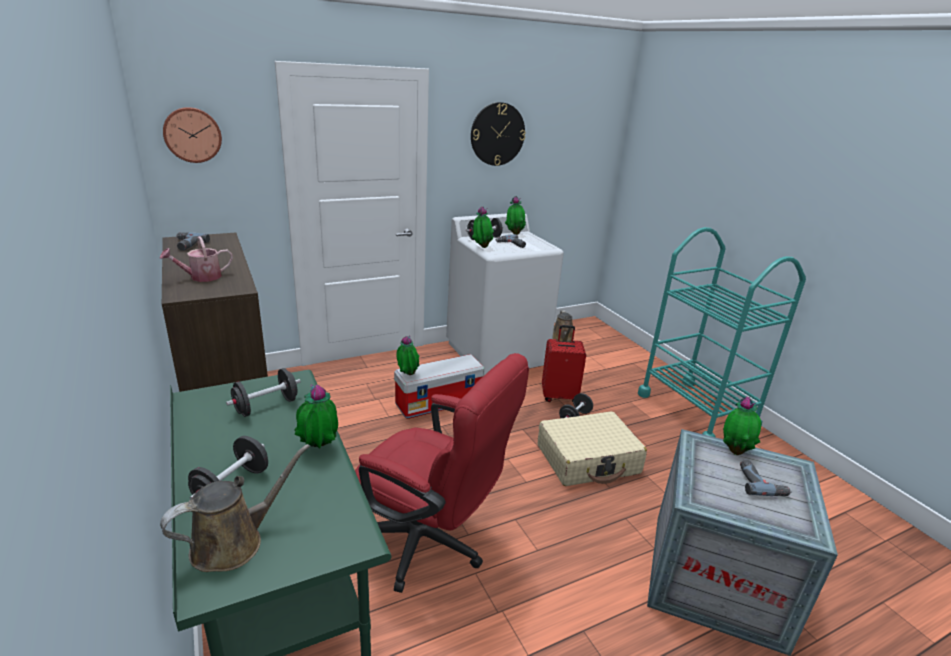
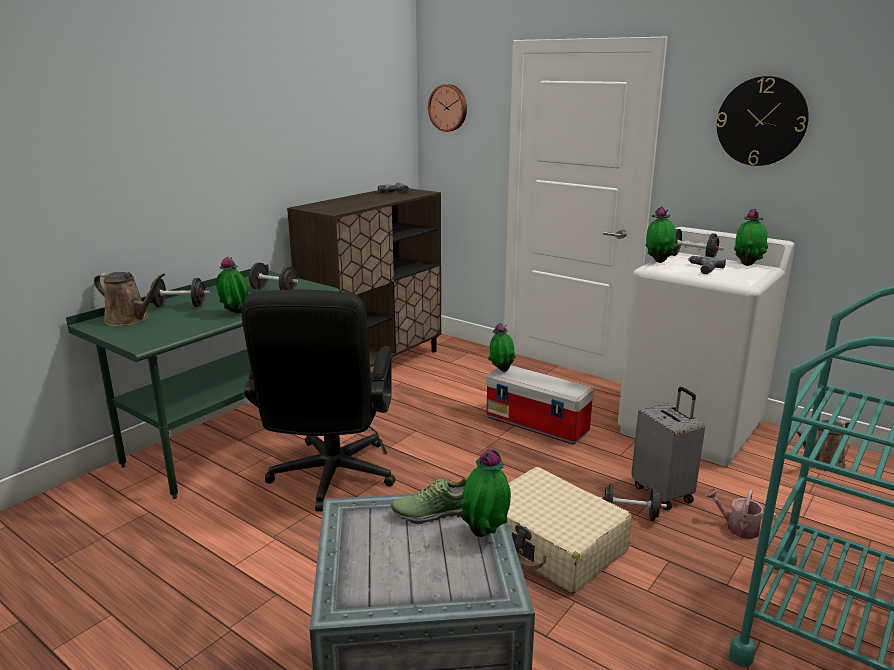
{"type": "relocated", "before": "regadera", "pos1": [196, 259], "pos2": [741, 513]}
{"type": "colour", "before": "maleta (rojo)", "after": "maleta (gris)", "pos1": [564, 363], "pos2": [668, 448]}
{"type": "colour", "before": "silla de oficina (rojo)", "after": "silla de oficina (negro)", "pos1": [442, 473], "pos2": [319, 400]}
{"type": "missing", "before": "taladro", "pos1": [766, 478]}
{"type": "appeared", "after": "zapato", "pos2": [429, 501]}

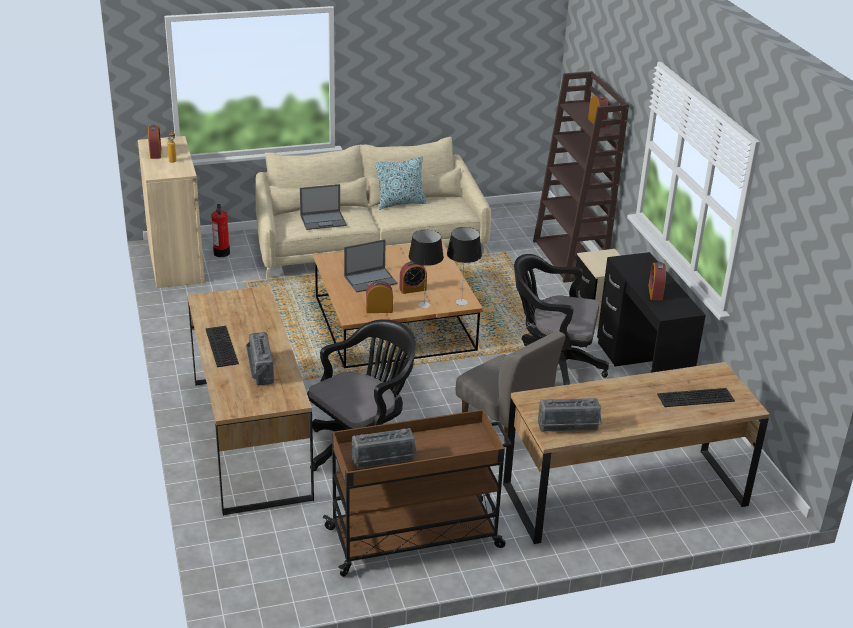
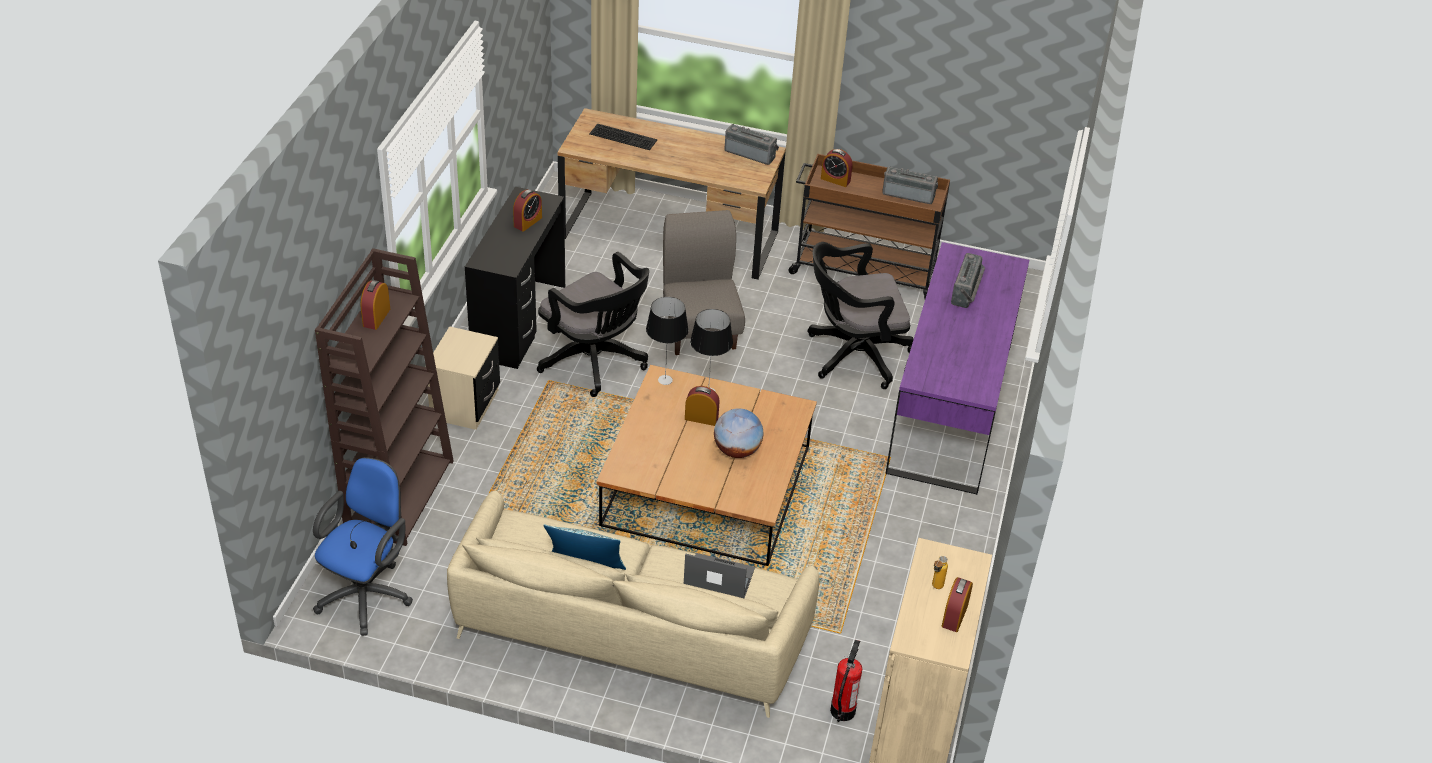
{"type": "exchanged", "before": "portátil", "after": "globo terráqueo", "pos1": [371, 266], "pos2": [738, 433]}
{"type": "relocated", "before": "despertador", "pos1": [379, 297], "pos2": [837, 168]}
{"type": "colour", "before": "escritorio (marrón)", "after": "escritorio (morado)", "pos1": [250, 400], "pos2": [957, 368]}
{"type": "missing", "before": "teclado", "pos1": [222, 346]}
{"type": "appeared", "after": "silla de oficina (azul)", "pos2": [363, 546]}

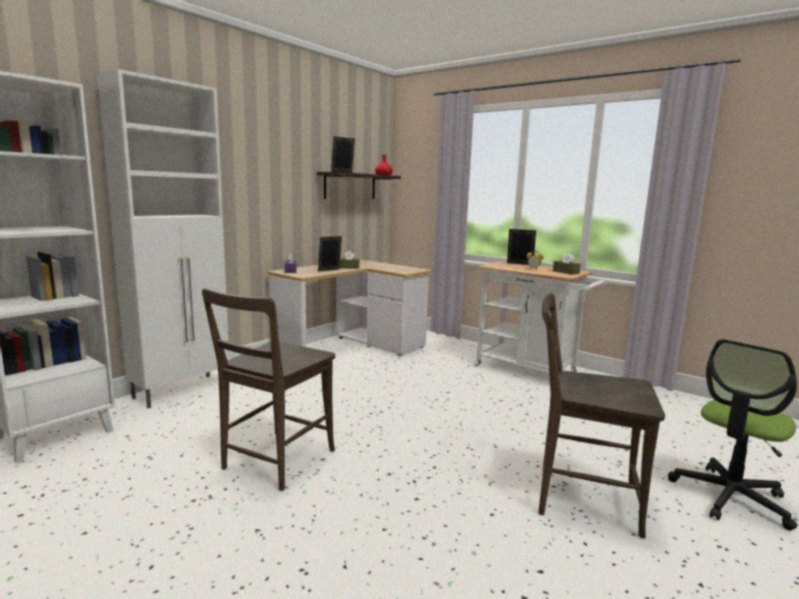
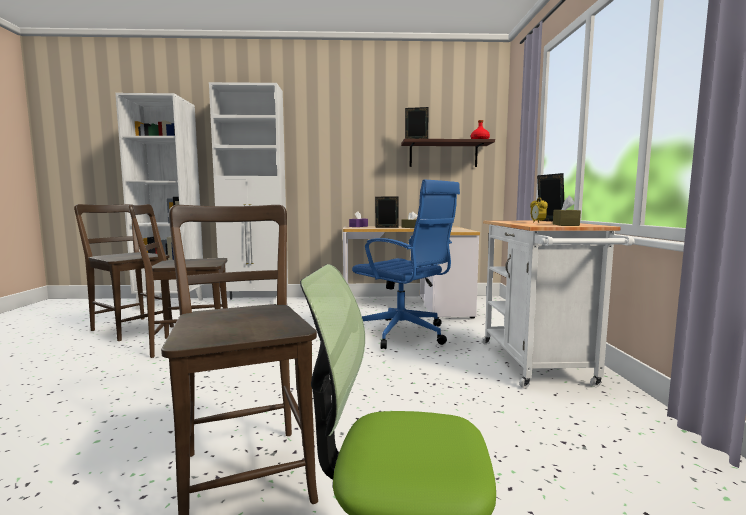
{"type": "appeared", "after": "silla de oficina (azul)", "pos2": [406, 264]}
{"type": "appeared", "after": "silla (marrón)", "pos2": [124, 272]}

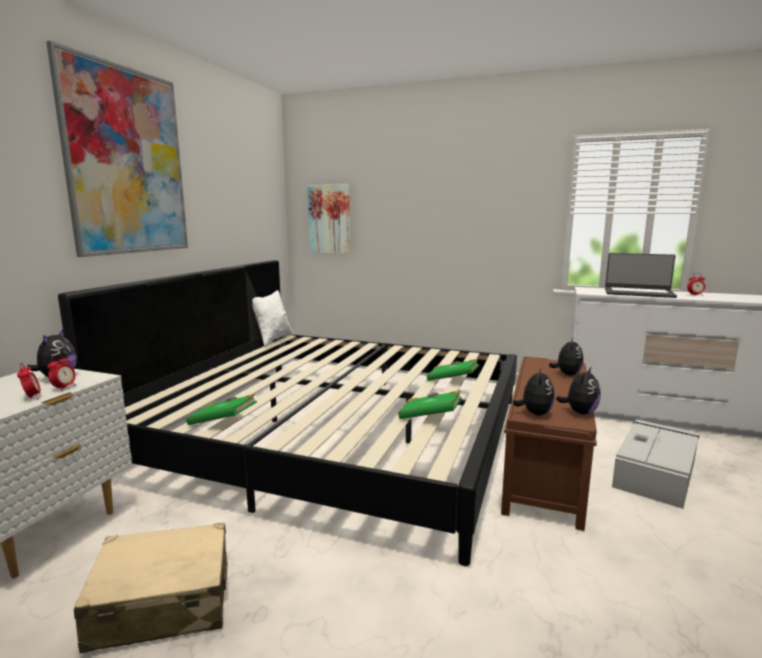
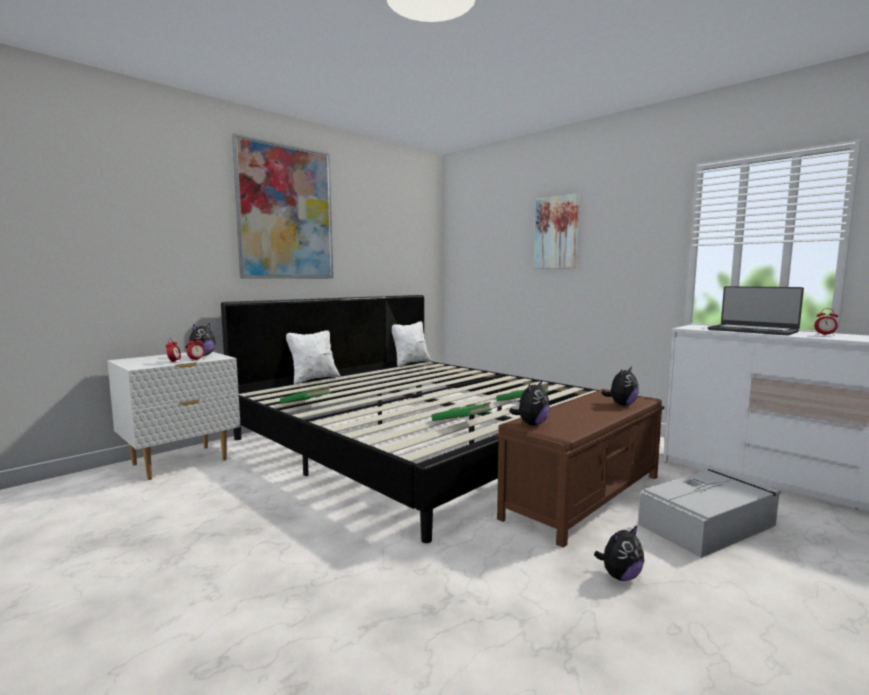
{"type": "relocated", "before": "cuadro", "pos1": [329, 219], "pos2": [557, 231]}
{"type": "relocated", "before": "peluche", "pos1": [578, 391], "pos2": [619, 553]}
{"type": "missing", "before": "maleta (beis)", "pos1": [151, 588]}
{"type": "appeared", "after": "cojín (blanco)", "pos2": [313, 357]}

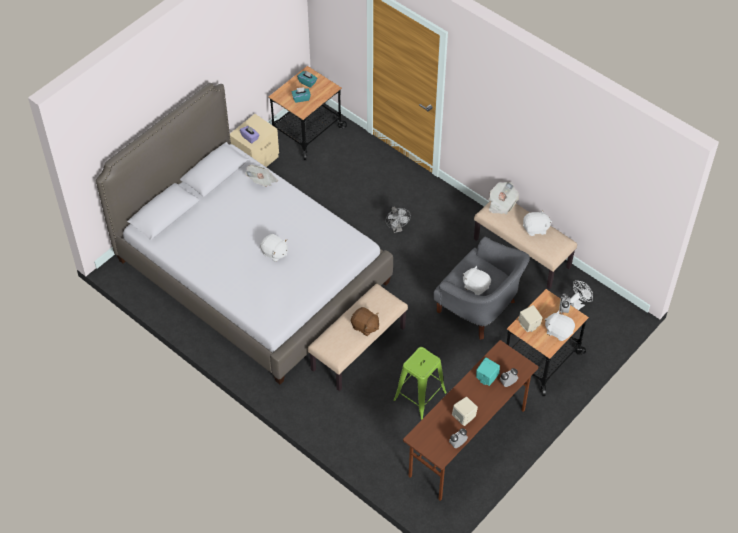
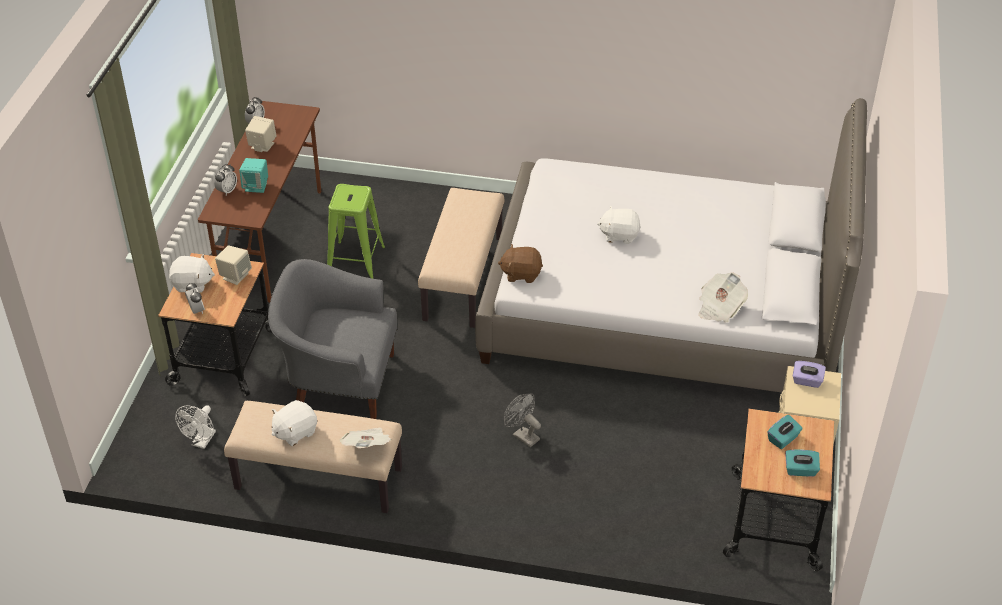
{"type": "missing", "before": "peluche (blanco)", "pos1": [477, 280]}
{"type": "relocated", "before": "peluche (marrón)", "pos1": [365, 321], "pos2": [520, 263]}

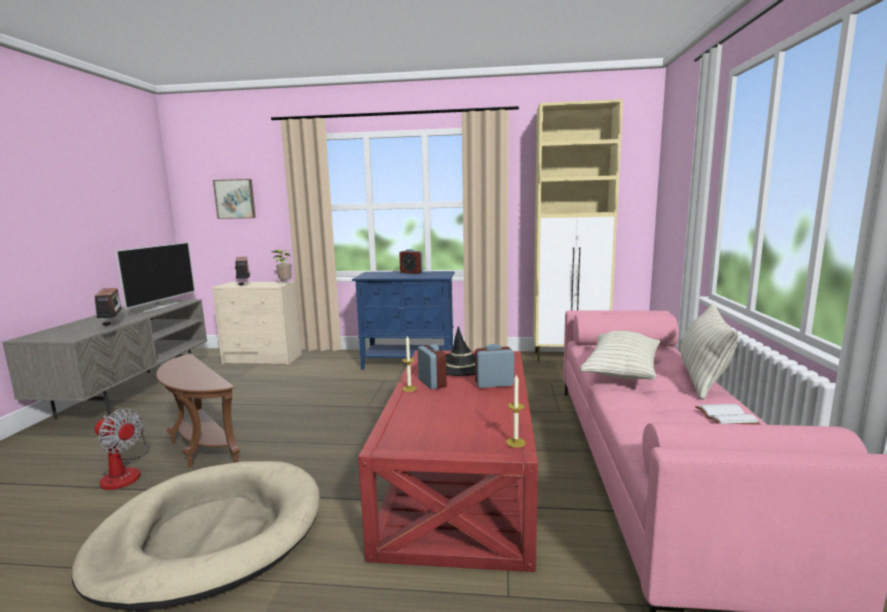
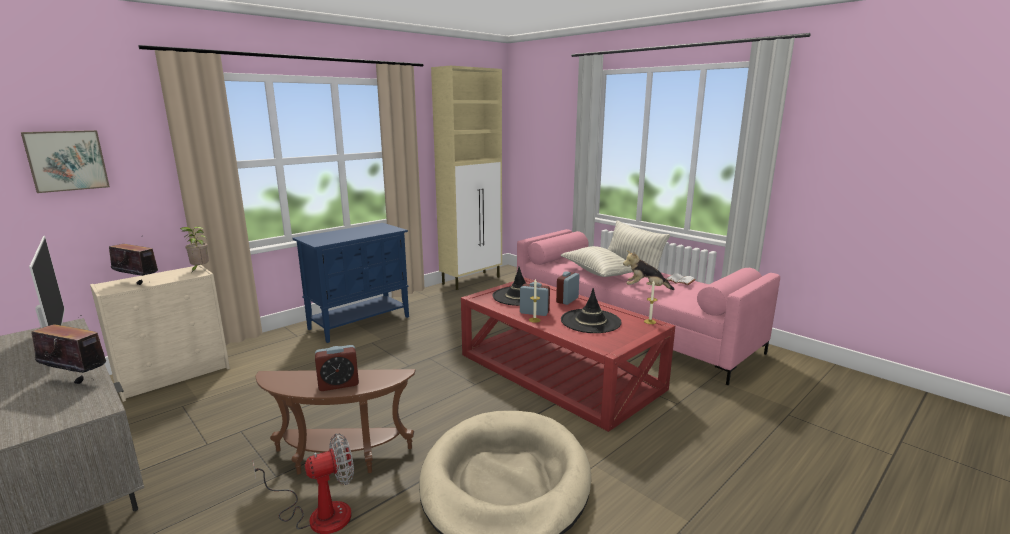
{"type": "relocated", "before": "despertador", "pos1": [411, 261], "pos2": [337, 368]}
{"type": "appeared", "after": "peluche", "pos2": [649, 270]}
{"type": "appeared", "after": "sombrero (negro)", "pos2": [591, 310]}

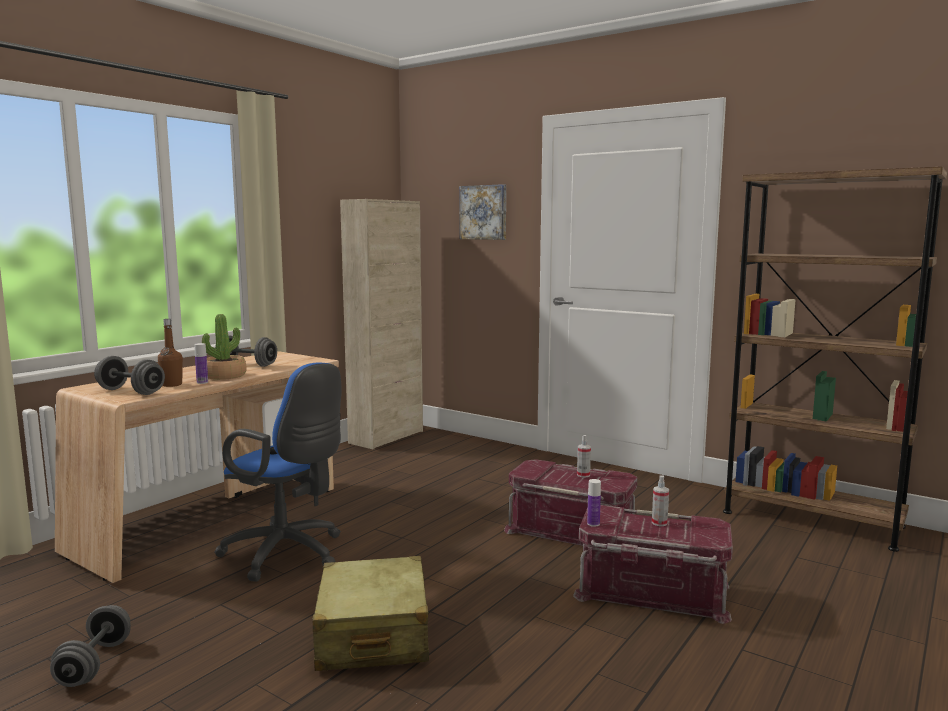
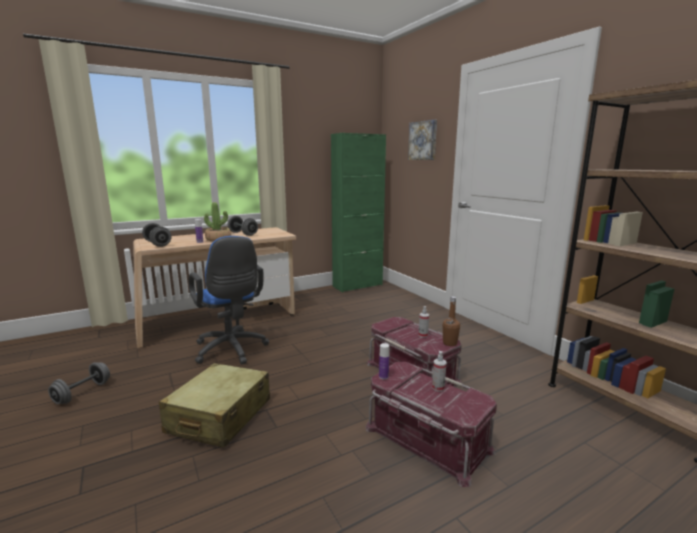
{"type": "colour", "before": "armario (beis)", "after": "armario (verde)", "pos1": [381, 324], "pos2": [358, 212]}
{"type": "relocated", "before": "botella (marrón)", "pos1": [170, 353], "pos2": [451, 321]}

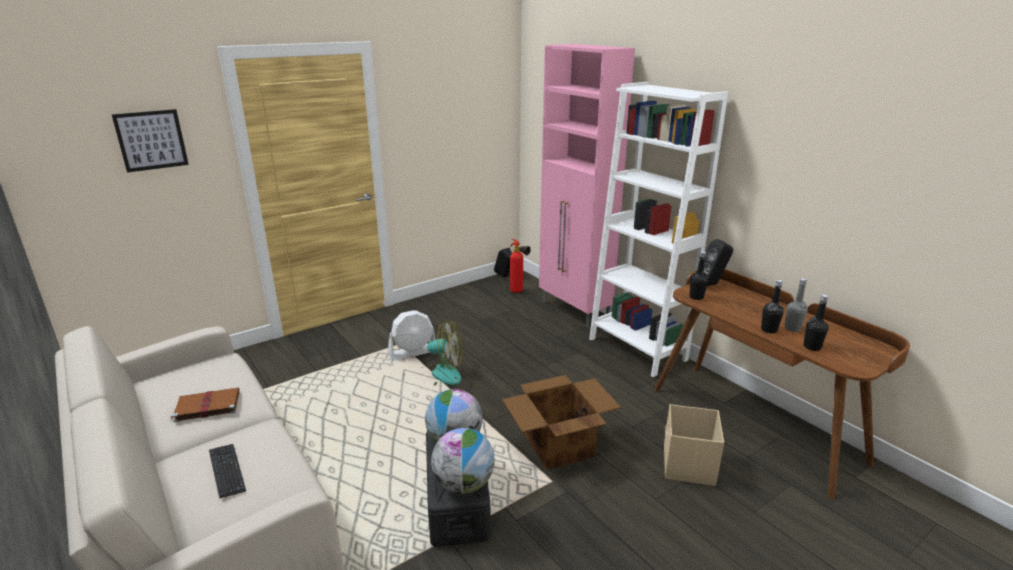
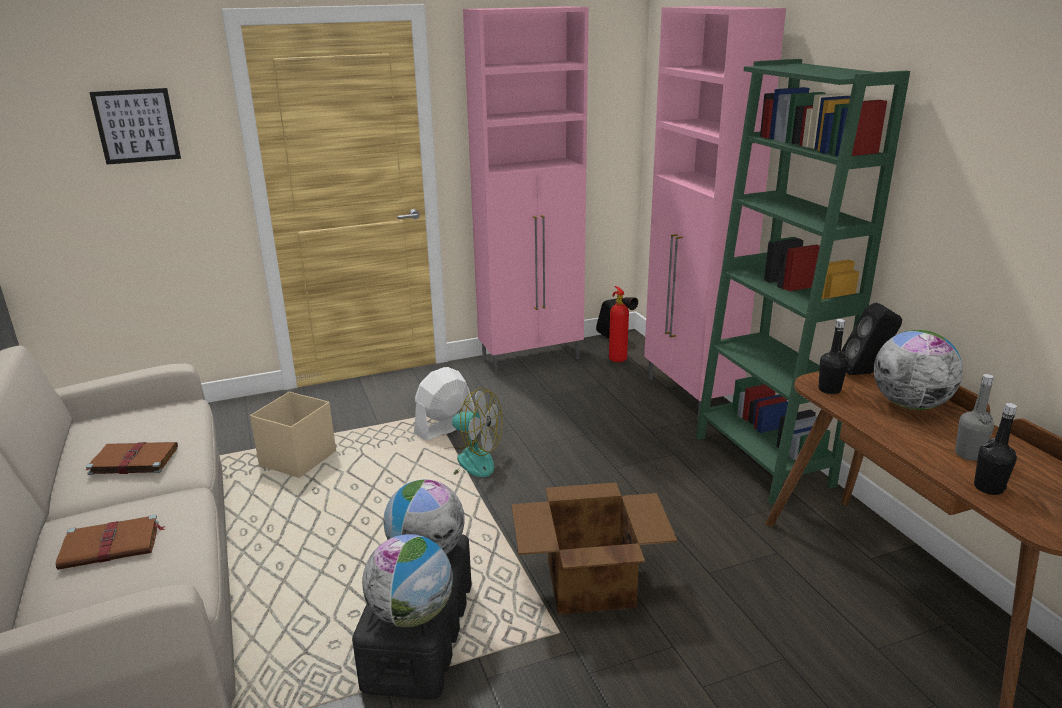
{"type": "colour", "before": "estantería (blanco)", "after": "estantería (verde)", "pos1": [658, 229], "pos2": [803, 282]}
{"type": "missing", "before": "botella (negro)", "pos1": [772, 306]}
{"type": "spun", "before": "ventilador (blanco)", "pos1": [411, 336], "pos2": [445, 404], "turn": 150}
{"type": "relocated", "before": "caja de almacenaje (beis)", "pos1": [694, 445], "pos2": [293, 435]}
{"type": "exchanged", "before": "teclado", "after": "libro (marrón)", "pos1": [227, 471], "pos2": [111, 542]}
{"type": "appeared", "after": "armario (rosa)", "pos2": [526, 190]}
{"type": "appeared", "after": "globo terráqueo", "pos2": [918, 370]}

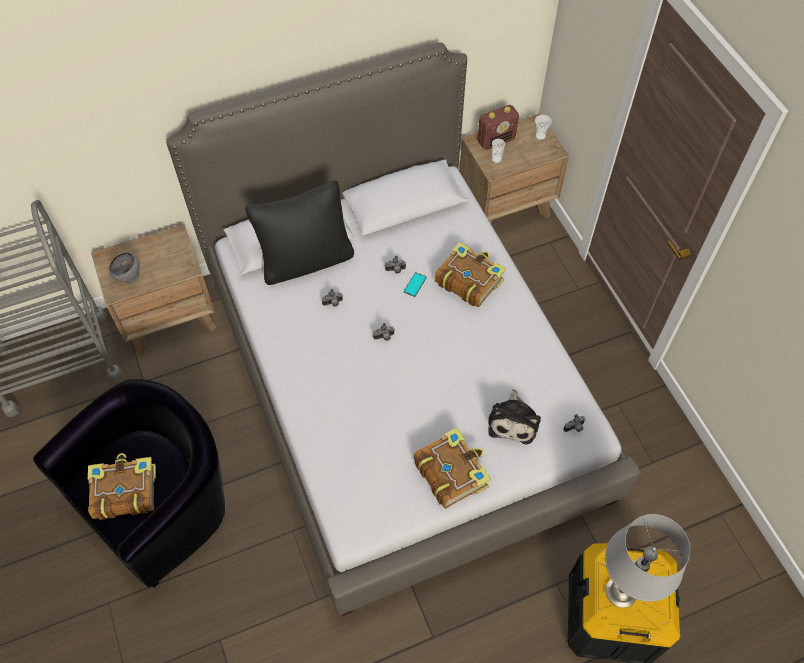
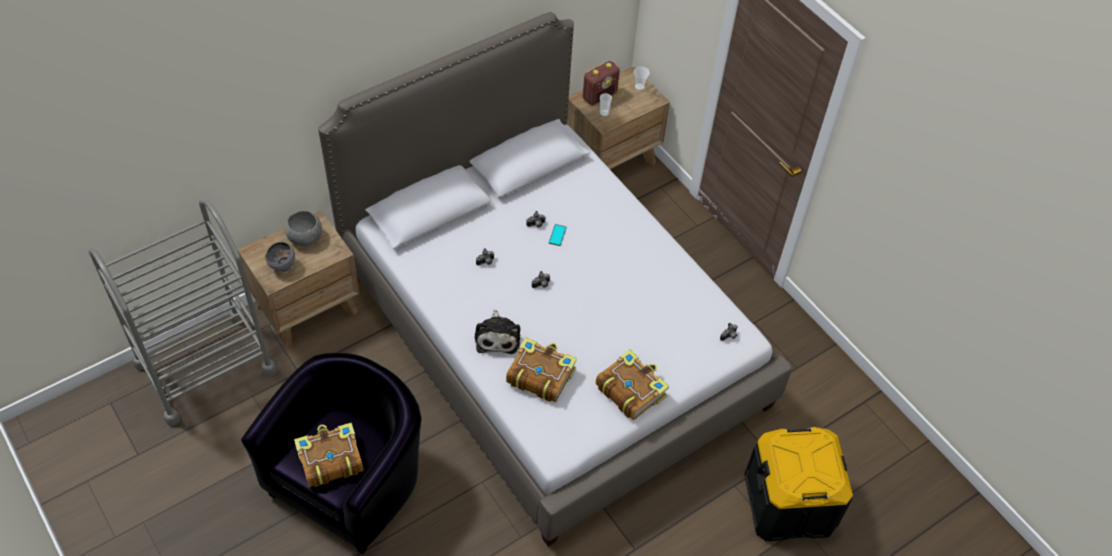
{"type": "missing", "before": "cojín (negro)", "pos1": [299, 232]}
{"type": "relocated", "before": "libro", "pos1": [470, 275], "pos2": [541, 369]}
{"type": "relocated", "before": "peluche", "pos1": [514, 416], "pos2": [497, 332]}
{"type": "missing", "before": "lámpara de mesa (gris)", "pos1": [647, 561]}
{"type": "appeared", "after": "cuenco (gris)", "pos2": [303, 228]}

